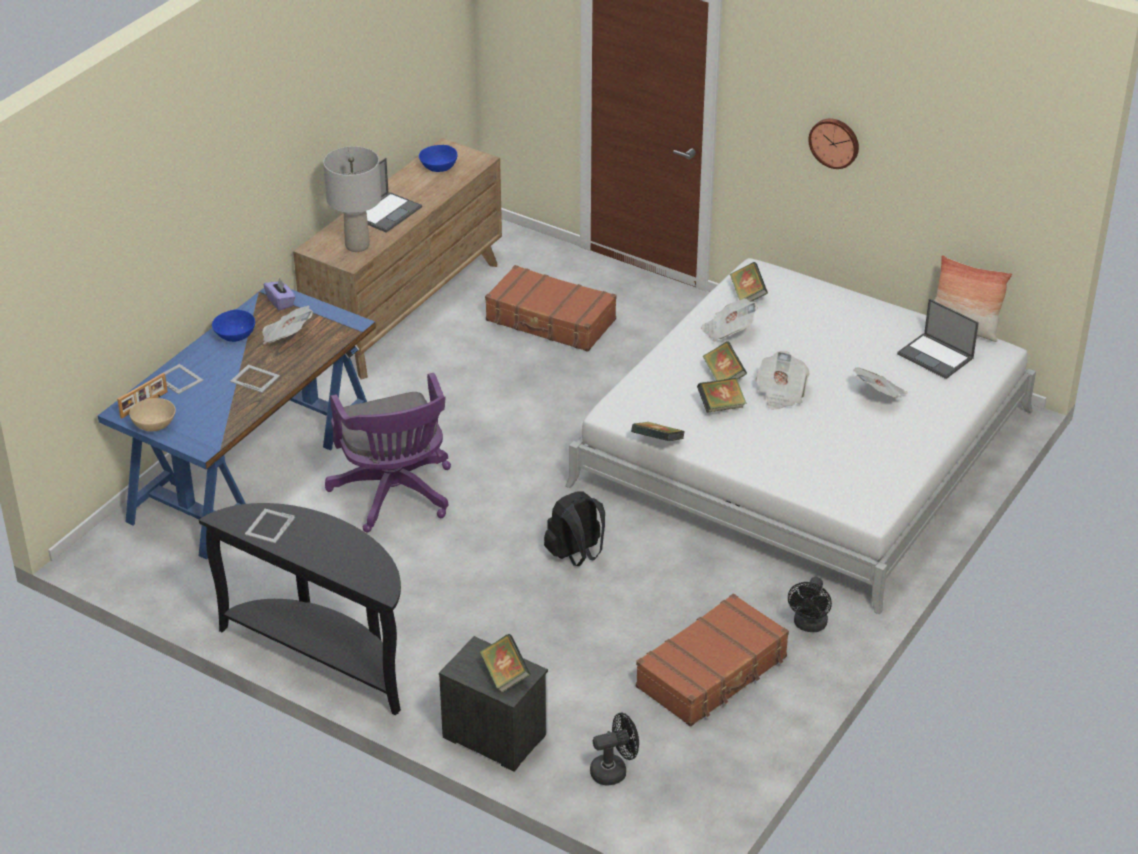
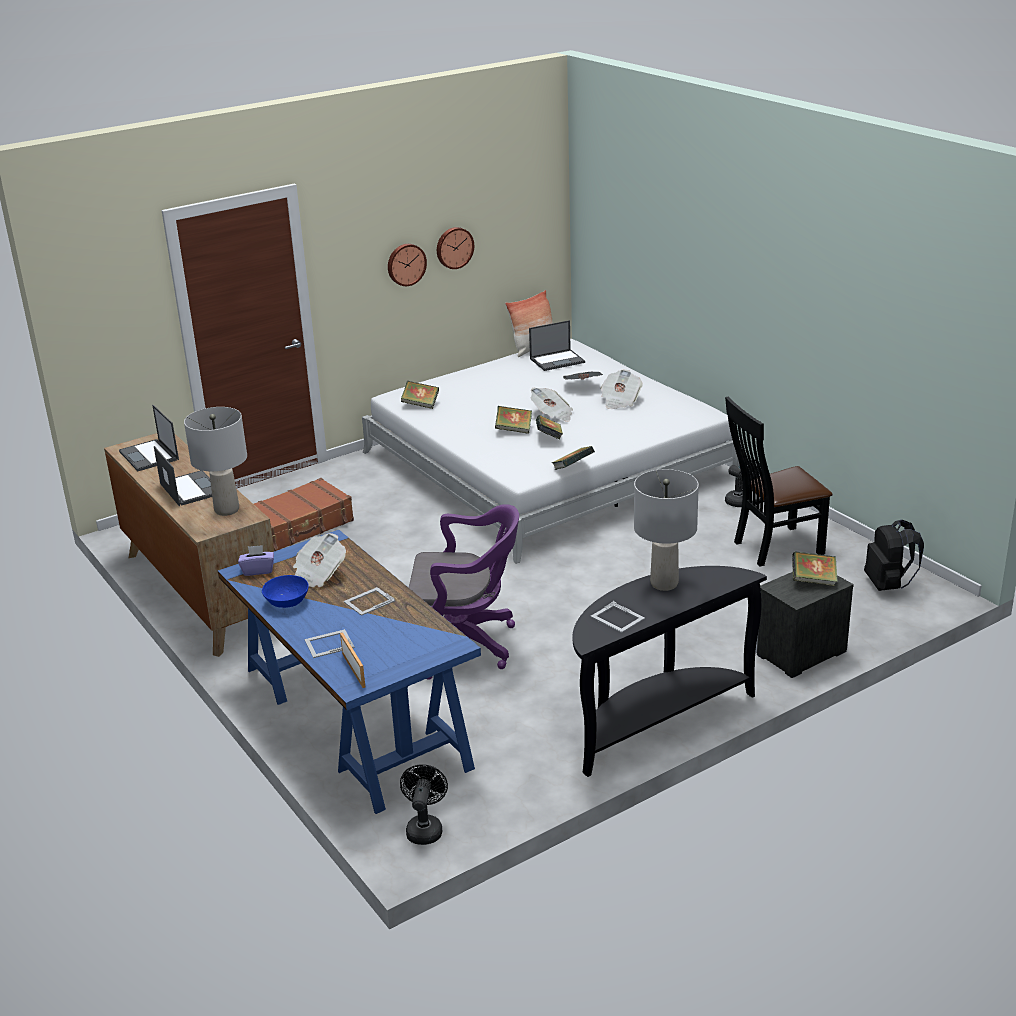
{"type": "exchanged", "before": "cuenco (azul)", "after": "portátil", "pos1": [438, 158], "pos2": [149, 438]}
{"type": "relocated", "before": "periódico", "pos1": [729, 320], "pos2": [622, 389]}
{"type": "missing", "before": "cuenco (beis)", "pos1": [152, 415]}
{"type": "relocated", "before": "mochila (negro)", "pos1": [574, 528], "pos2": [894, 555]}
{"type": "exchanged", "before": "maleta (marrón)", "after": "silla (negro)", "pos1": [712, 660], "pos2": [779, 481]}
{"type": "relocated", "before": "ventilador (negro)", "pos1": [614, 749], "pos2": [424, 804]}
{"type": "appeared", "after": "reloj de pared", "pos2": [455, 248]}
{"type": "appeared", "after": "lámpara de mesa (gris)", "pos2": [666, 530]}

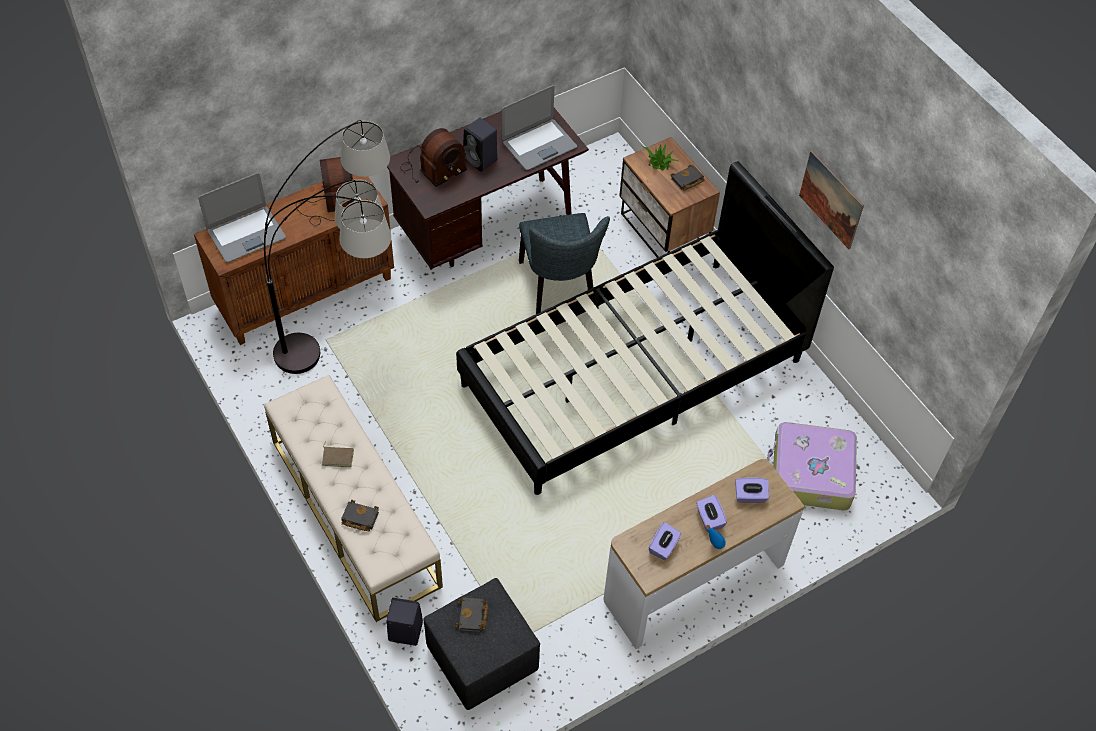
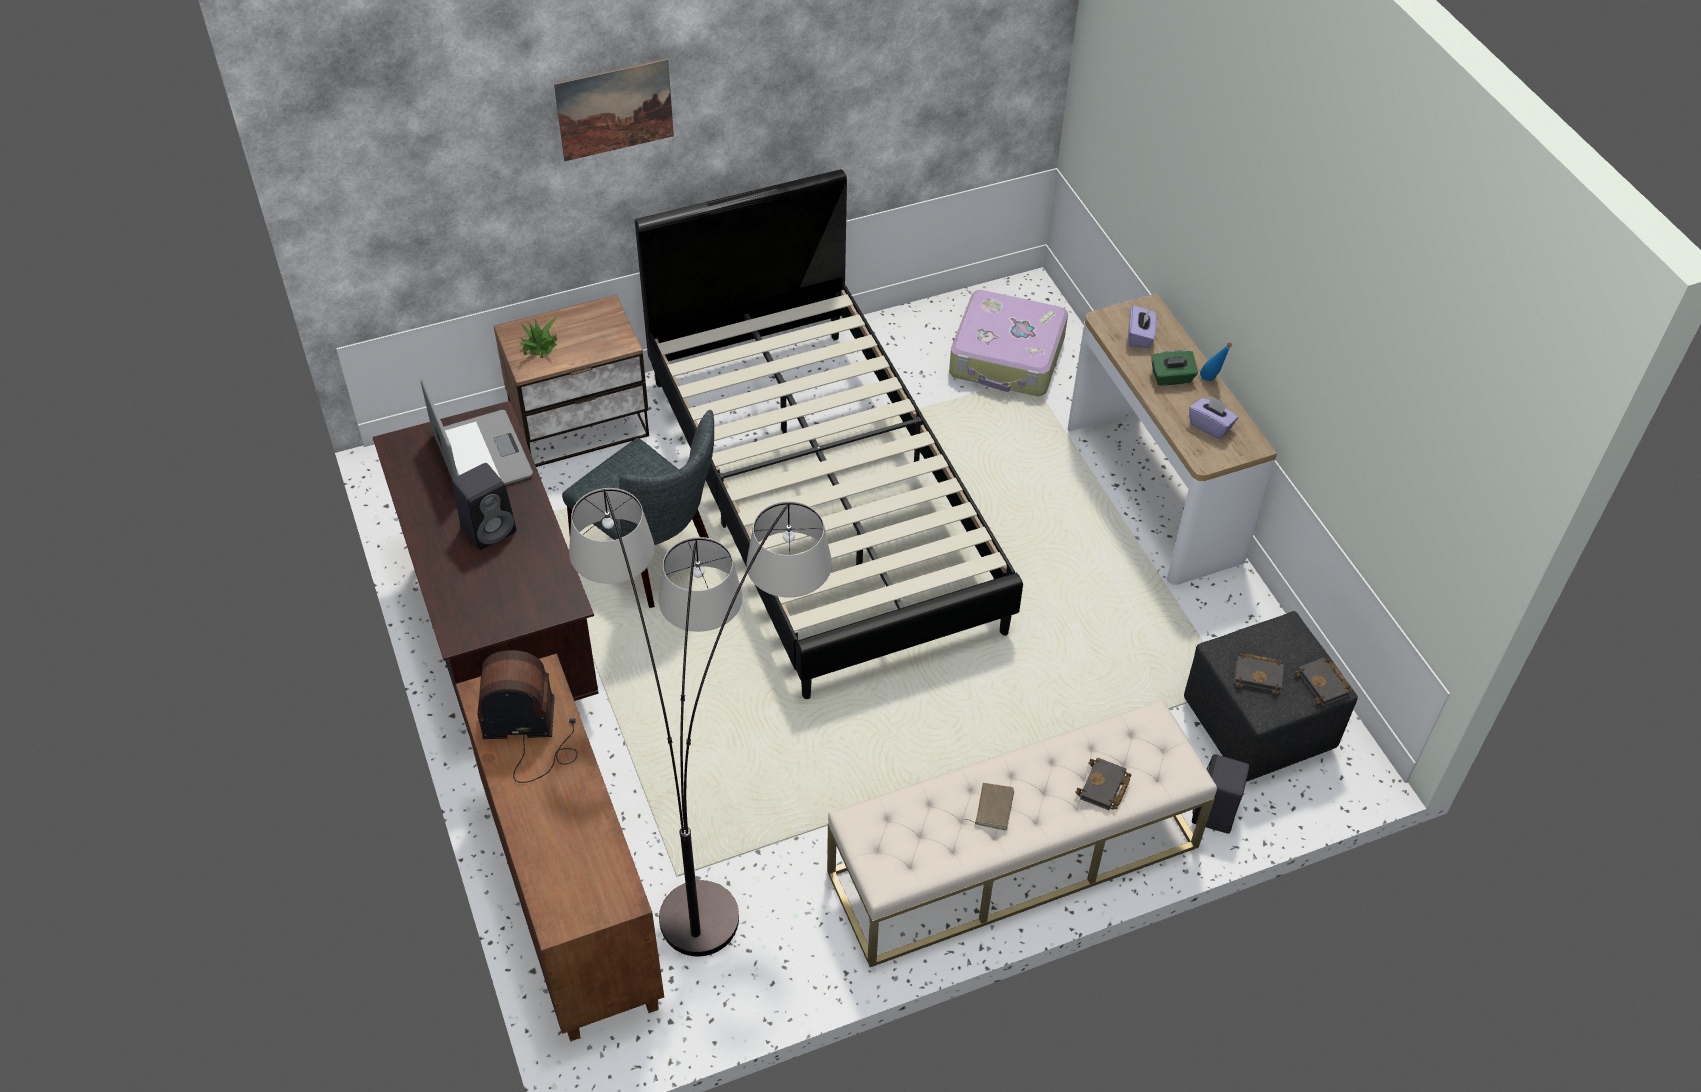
{"type": "missing", "before": "radio", "pos1": [433, 157]}
{"type": "relocated", "before": "cuadro", "pos1": [831, 200], "pos2": [614, 109]}
{"type": "relocated", "before": "libro (negro)", "pos1": [688, 177], "pos2": [1323, 682]}
{"type": "missing", "before": "portátil", "pos1": [242, 217]}
{"type": "spun", "before": "silla (gris)", "pos1": [564, 263], "pos2": [638, 509], "turn": 45}
{"type": "colour", "before": "caja de pañuelos (morado)", "after": "caja de pañuelos (verde)", "pos1": [711, 513], "pos2": [1174, 368]}

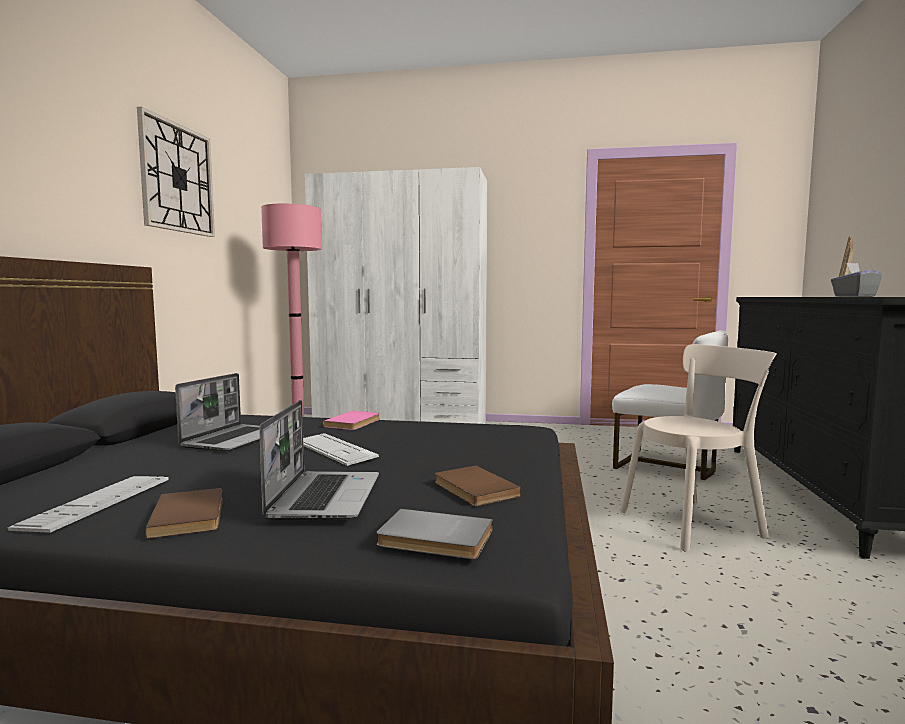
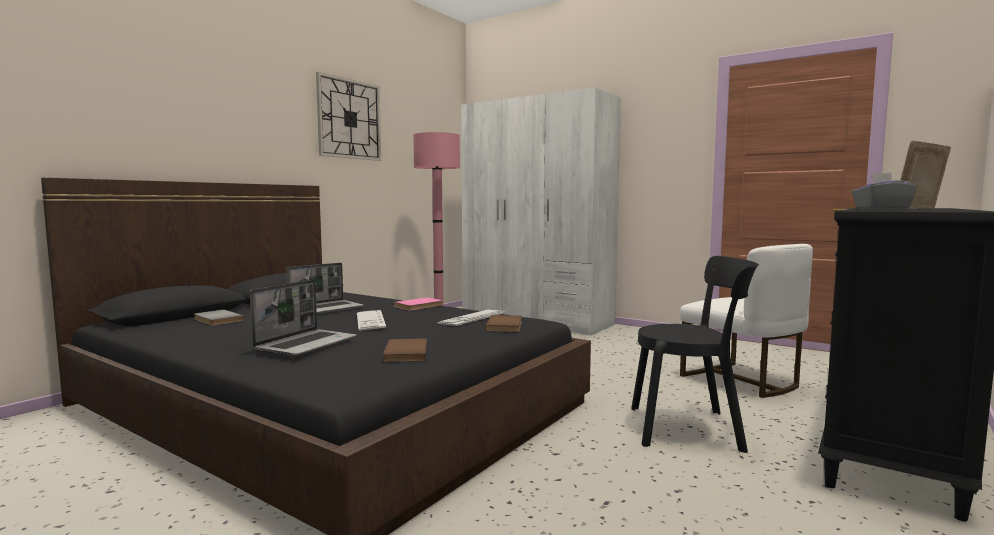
{"type": "colour", "before": "silla (beis)", "after": "silla (negro)", "pos1": [698, 448], "pos2": [695, 354]}
{"type": "relocated", "before": "teclado", "pos1": [88, 504], "pos2": [471, 318]}
{"type": "relocated", "before": "libro (marrón)", "pos1": [184, 513], "pos2": [503, 323]}
{"type": "relocated", "before": "libro (gris)", "pos1": [434, 534], "pos2": [219, 317]}

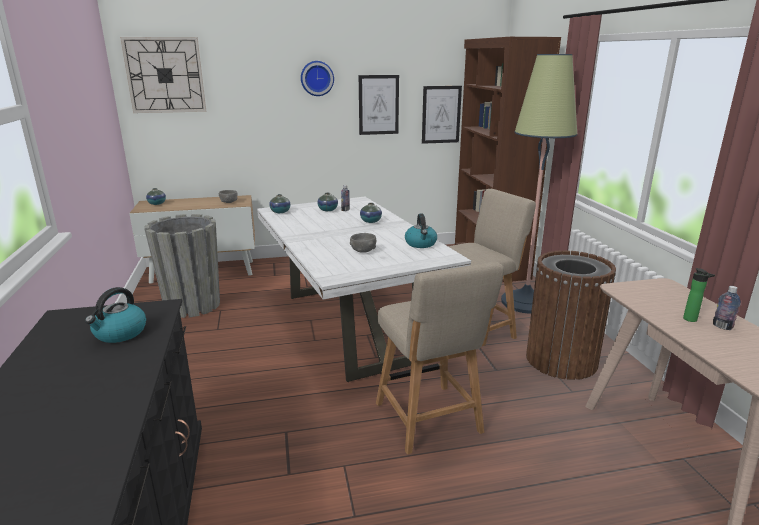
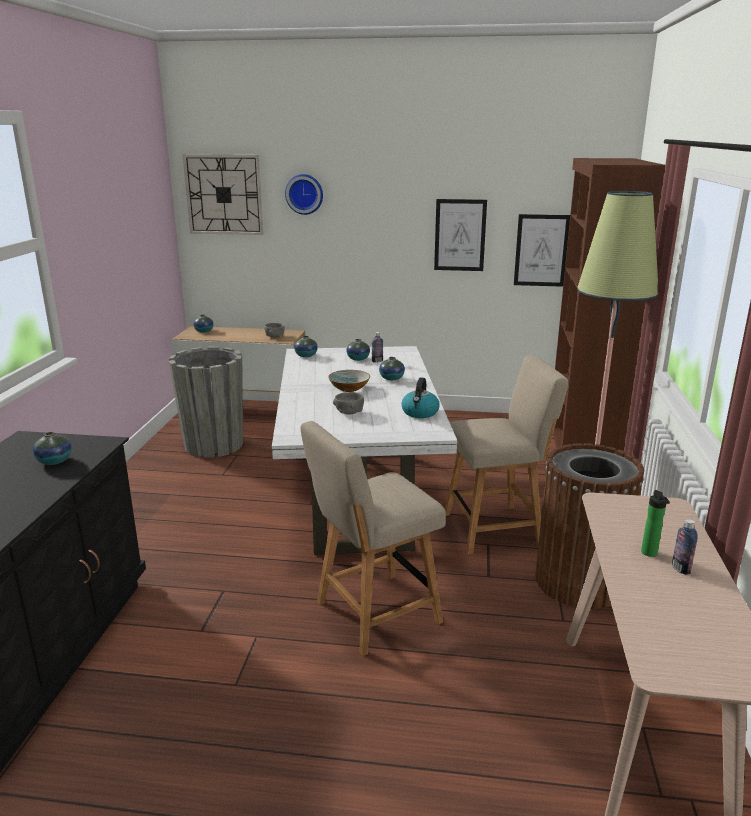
{"type": "relocated", "before": "reloj de pared", "pos1": [317, 78], "pos2": [304, 194]}
{"type": "spun", "before": "silla (beis)", "pos1": [440, 358], "pos2": [373, 538], "turn": 60}
{"type": "exchanged", "before": "hervidor", "after": "florero", "pos1": [115, 315], "pos2": [52, 448]}
{"type": "appeared", "after": "cuenco", "pos2": [349, 381]}

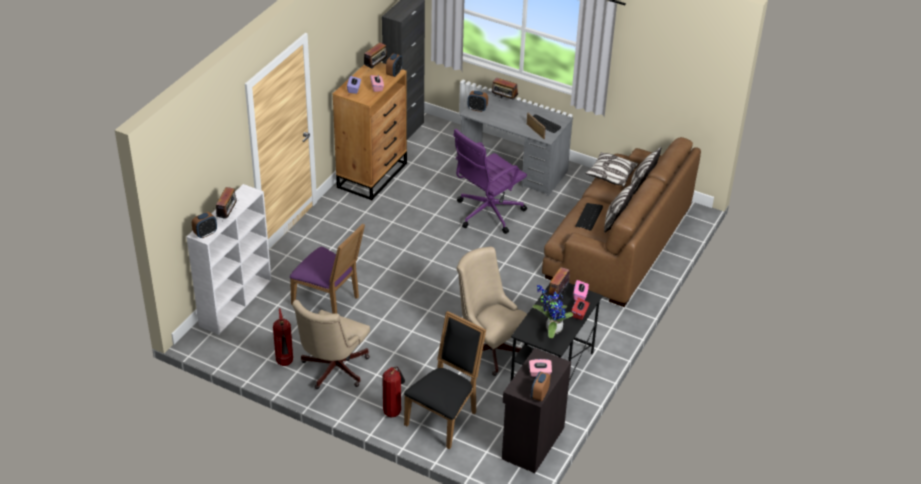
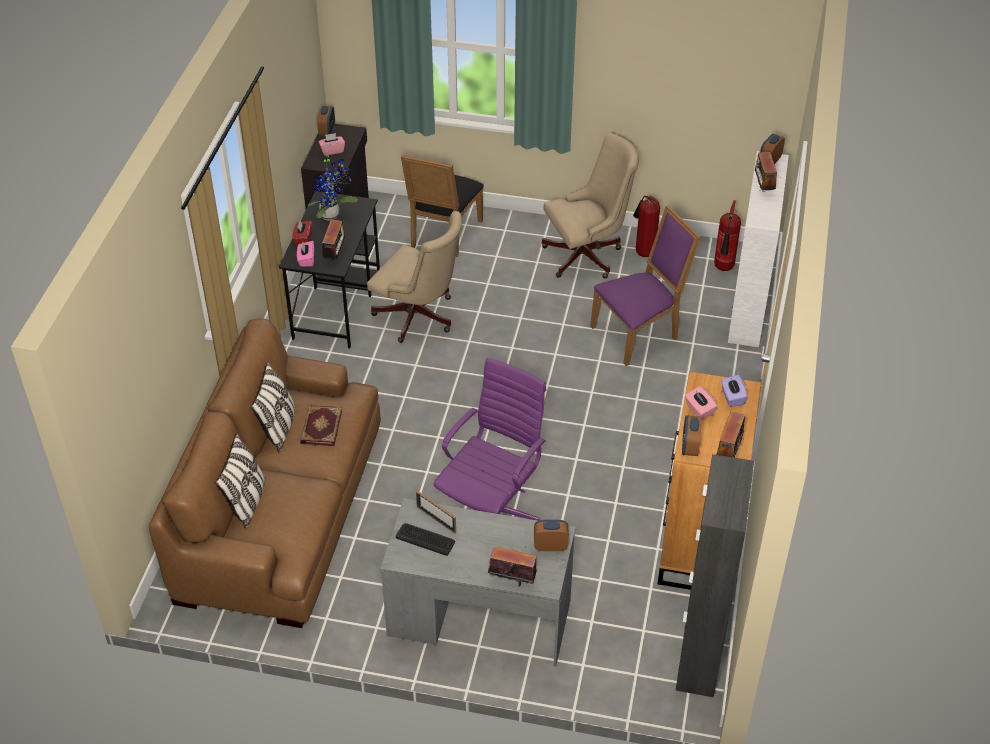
{"type": "missing", "before": "cojín", "pos1": [611, 169]}
{"type": "exchanged", "before": "teclado", "after": "libro", "pos1": [589, 217], "pos2": [321, 425]}
{"type": "spun", "before": "silla (morado)", "pos1": [327, 269], "pos2": [645, 285], "turn": 135}
{"type": "spun", "before": "silla de oficina (beis)", "pos1": [331, 344], "pos2": [590, 205], "turn": 60}
{"type": "relocated", "before": "extintor", "pos1": [393, 392], "pos2": [727, 235]}

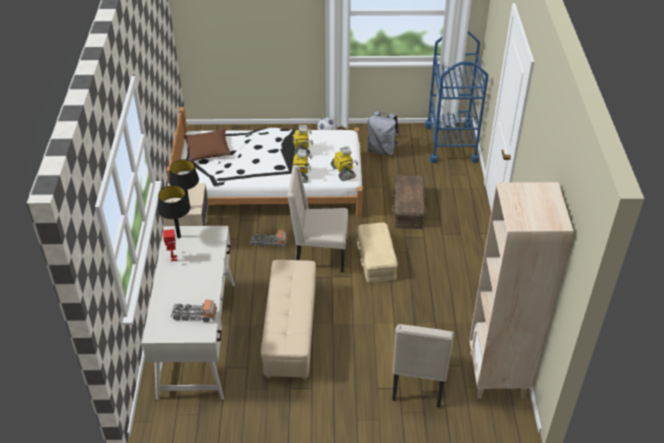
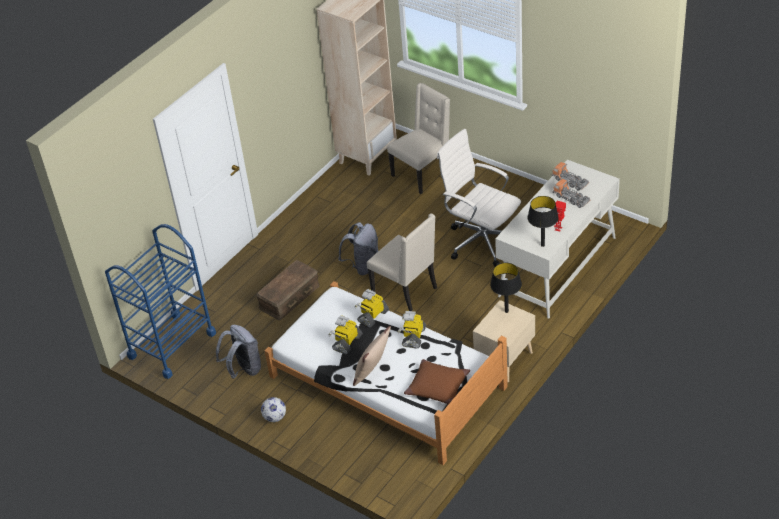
{"type": "relocated", "before": "robot de juguete", "pos1": [344, 163], "pos2": [412, 329]}
{"type": "exchanged", "before": "caja de almacenaje (beis)", "after": "mochila (gris)", "pos1": [377, 252], "pos2": [358, 248]}
{"type": "relocated", "before": "camión de juguete", "pos1": [268, 239], "pos2": [571, 193]}
{"type": "exchanged", "before": "puf (beis)", "after": "silla de oficina (blanco)", "pos1": [288, 319], "pos2": [479, 198]}
{"type": "appeared", "after": "cojín (beis)", "pos2": [372, 356]}

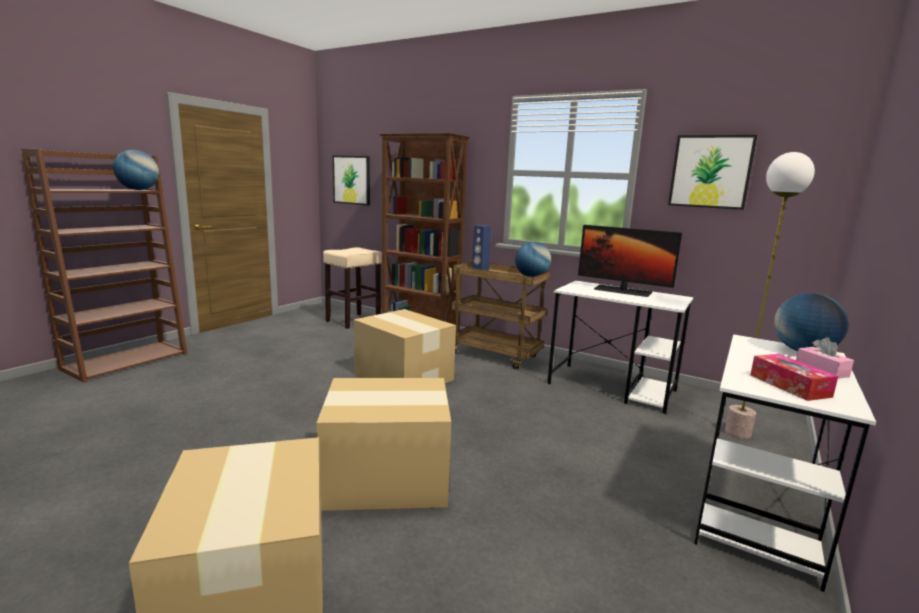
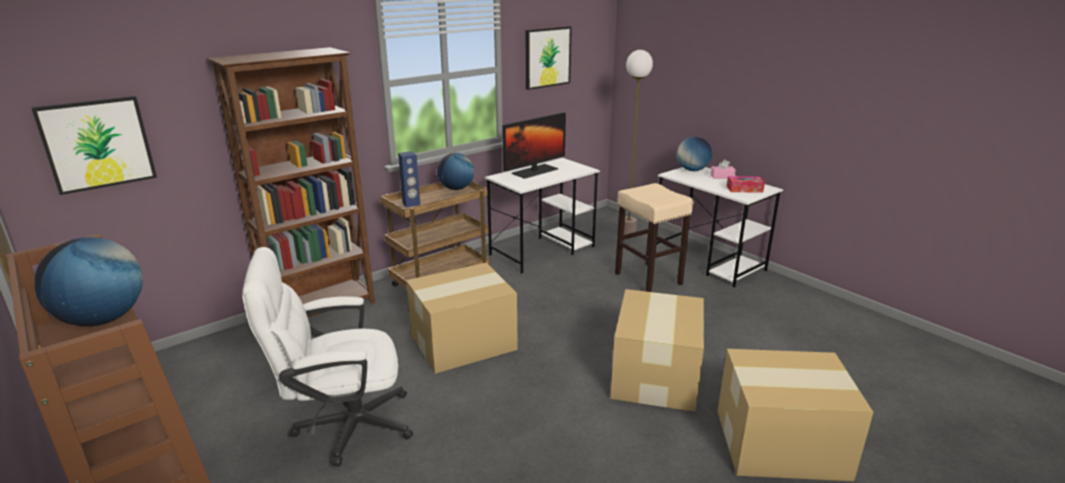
{"type": "relocated", "before": "taburete (beis)", "pos1": [352, 288], "pos2": [654, 237]}
{"type": "appeared", "after": "silla de oficina (blanco)", "pos2": [327, 356]}

